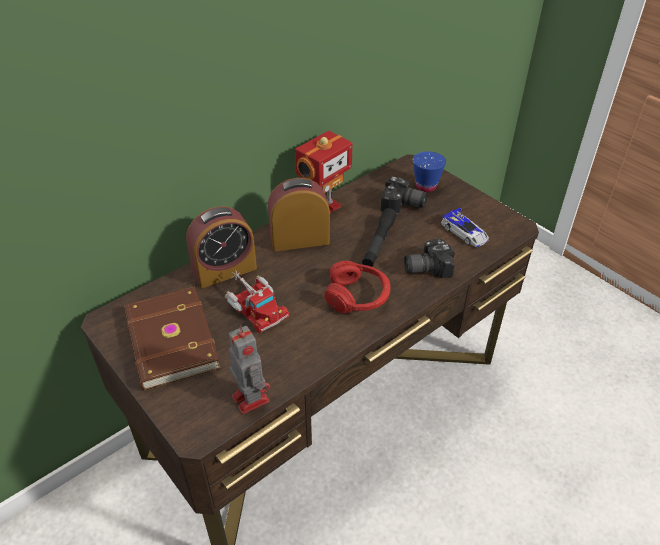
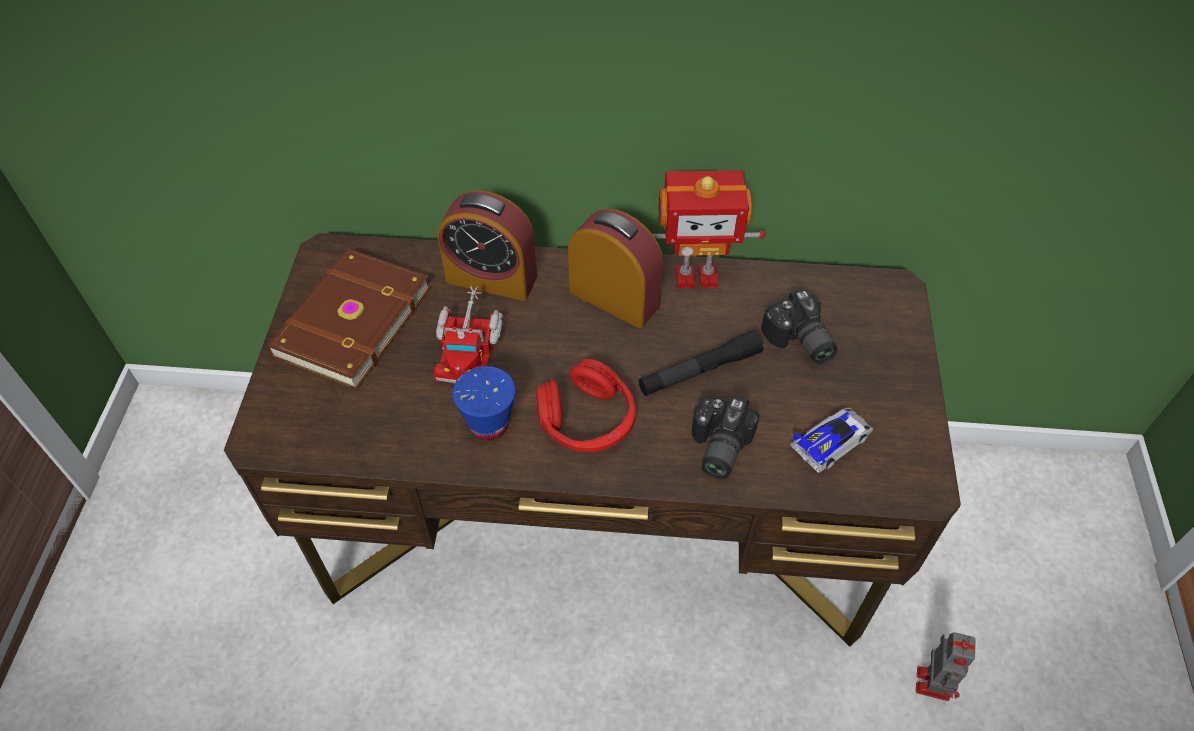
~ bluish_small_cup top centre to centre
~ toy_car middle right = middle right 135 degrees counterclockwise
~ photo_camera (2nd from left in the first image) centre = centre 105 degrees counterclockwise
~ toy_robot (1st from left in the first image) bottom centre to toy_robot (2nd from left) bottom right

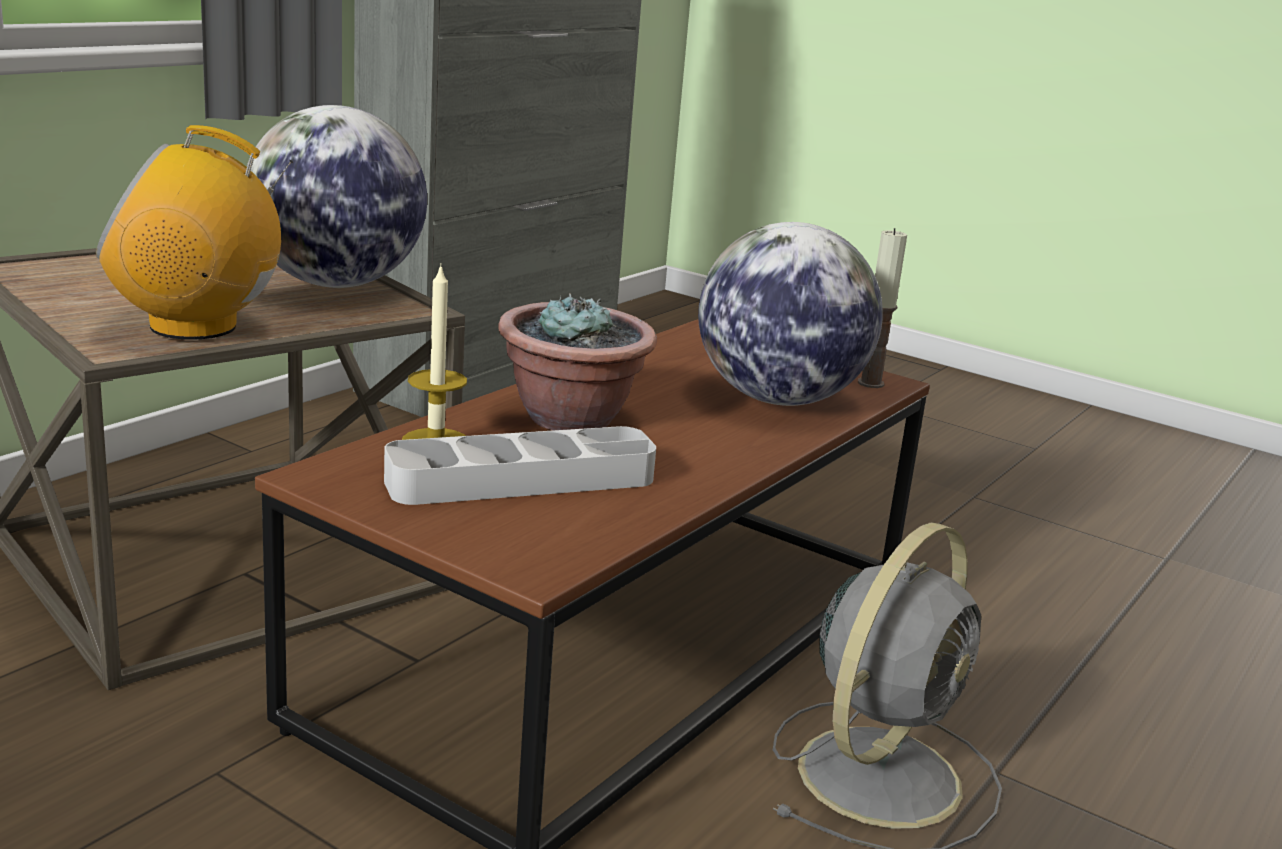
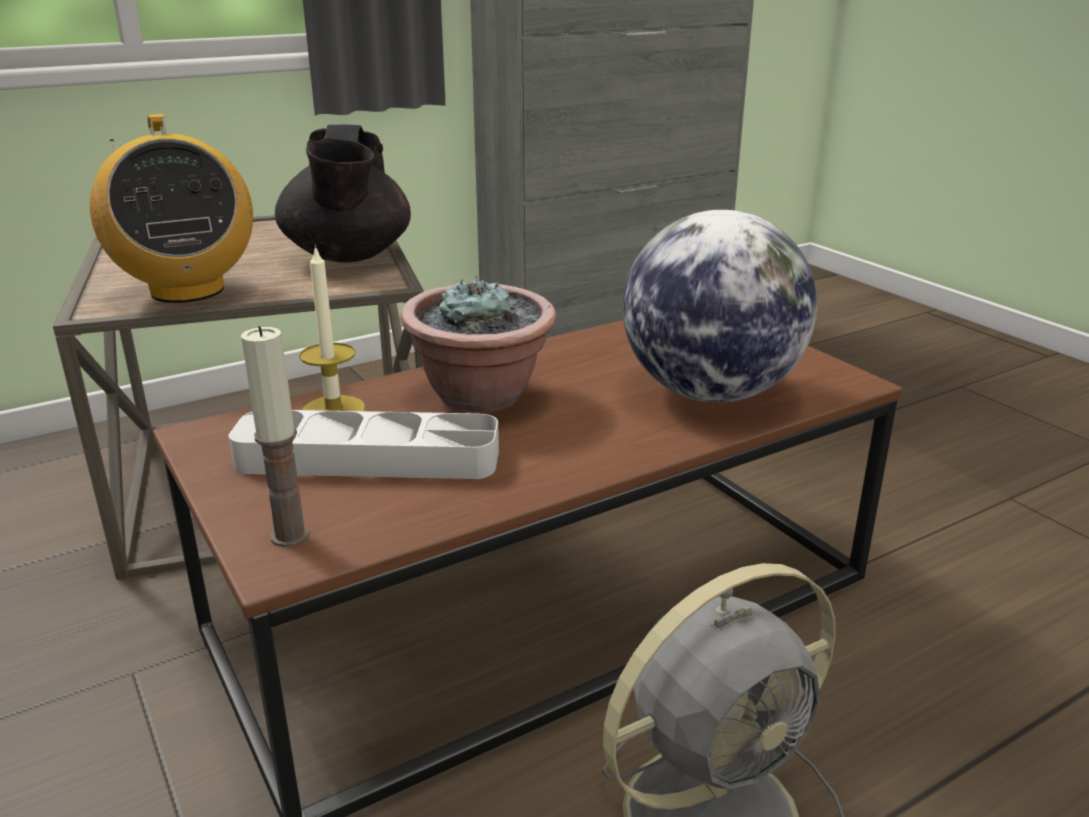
~ globe (1st from left) top left to blackish_tea_pot top left
~ radio_set top left = top left 135 degrees counterclockwise
~ wax_candle (2nd from left in the first image) middle right to wax_candle (1st from left) middle left

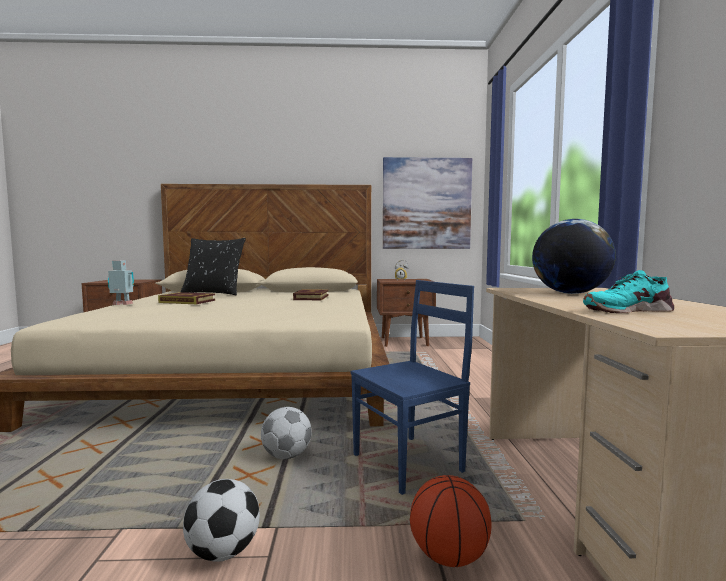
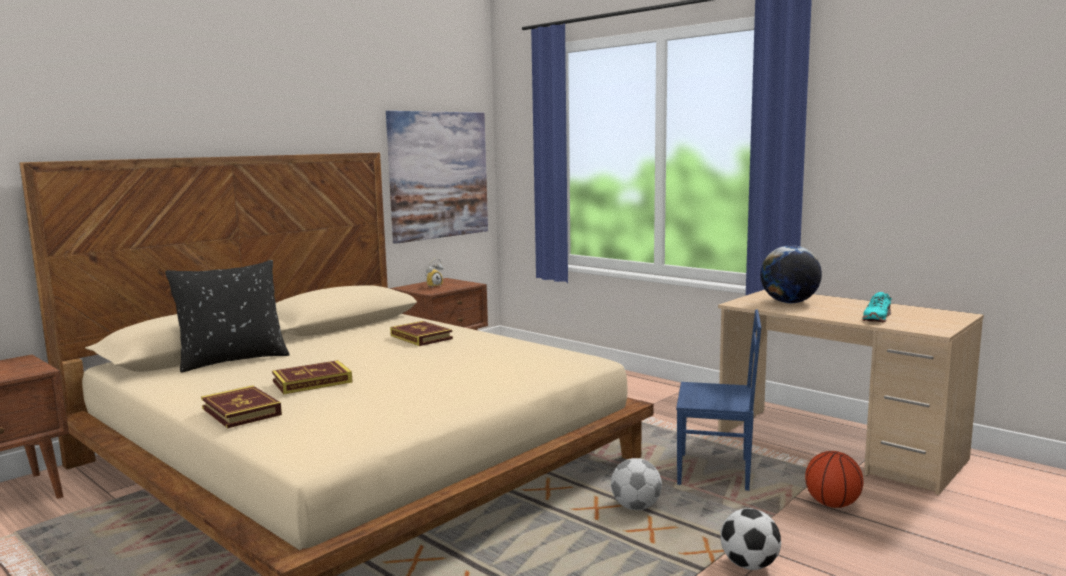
~ toy_robot middle left to book (1st from left) bottom left
~ bluish_chair centre = bottom right 90 degrees clockwise

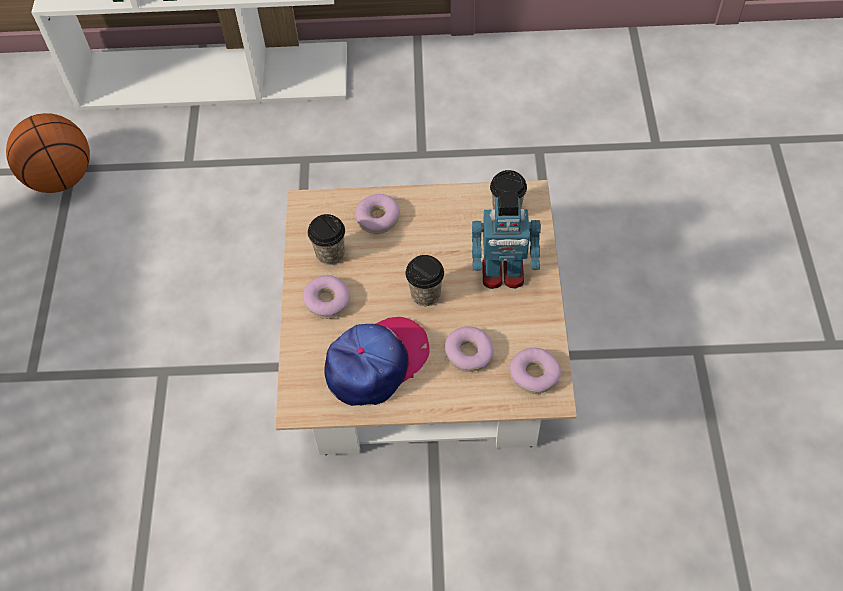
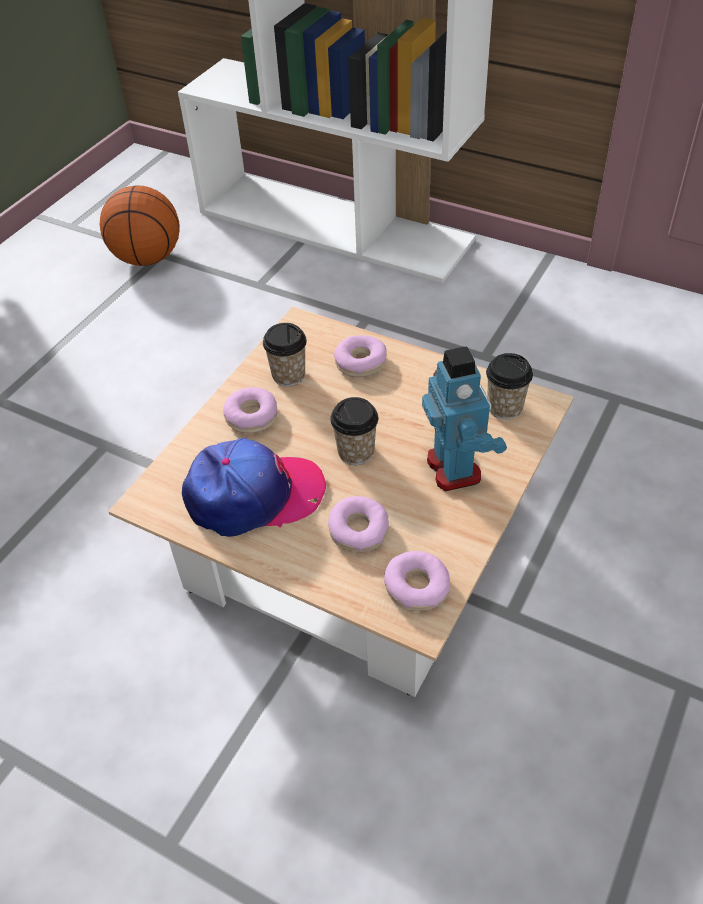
~ toy_robot centre = centre 135 degrees counterclockwise

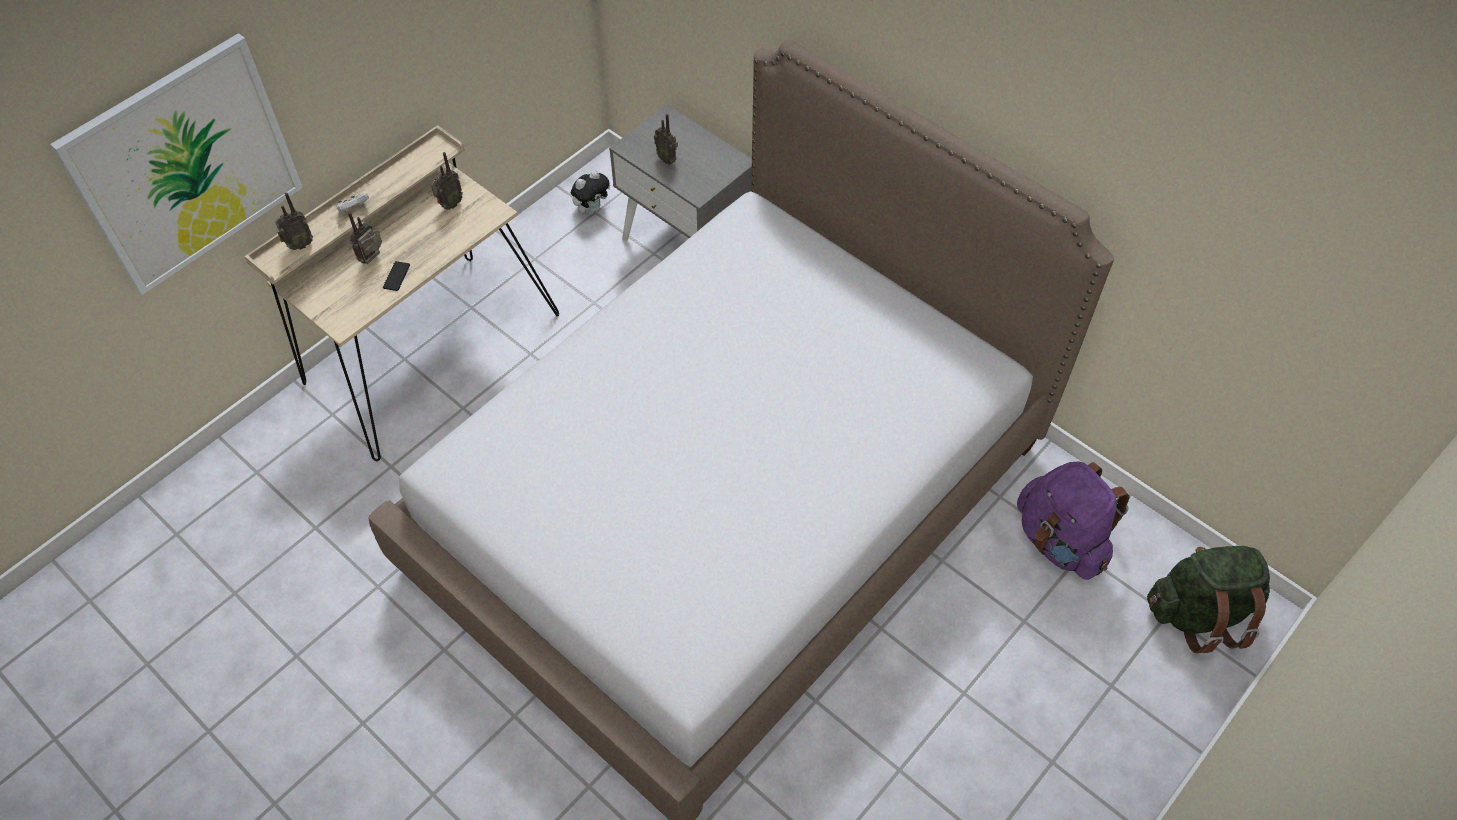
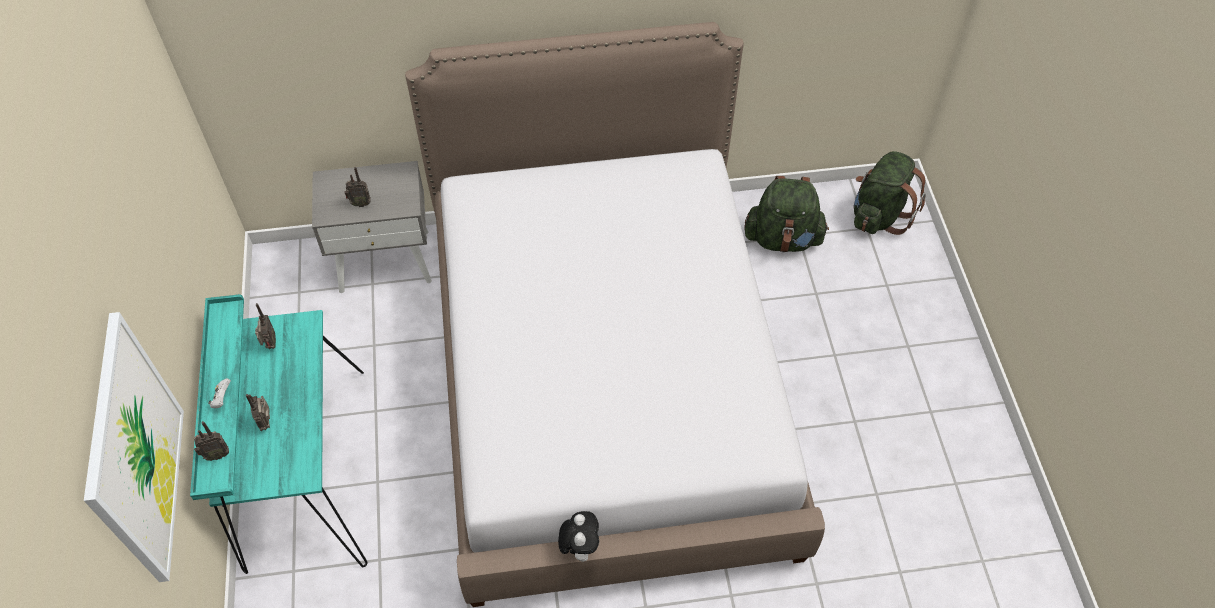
~ sand-coloured_desk_unit middle left to turquoise-coloured_desk_unit bottom left
~ cuddly_toy top centre to bottom centre
~ radio_set (1st from left) top left = bottom left 60 degrees clockwise
- handset middle left
~ purple-coloured_backpack middle right to green_backpack (1st from left) centre

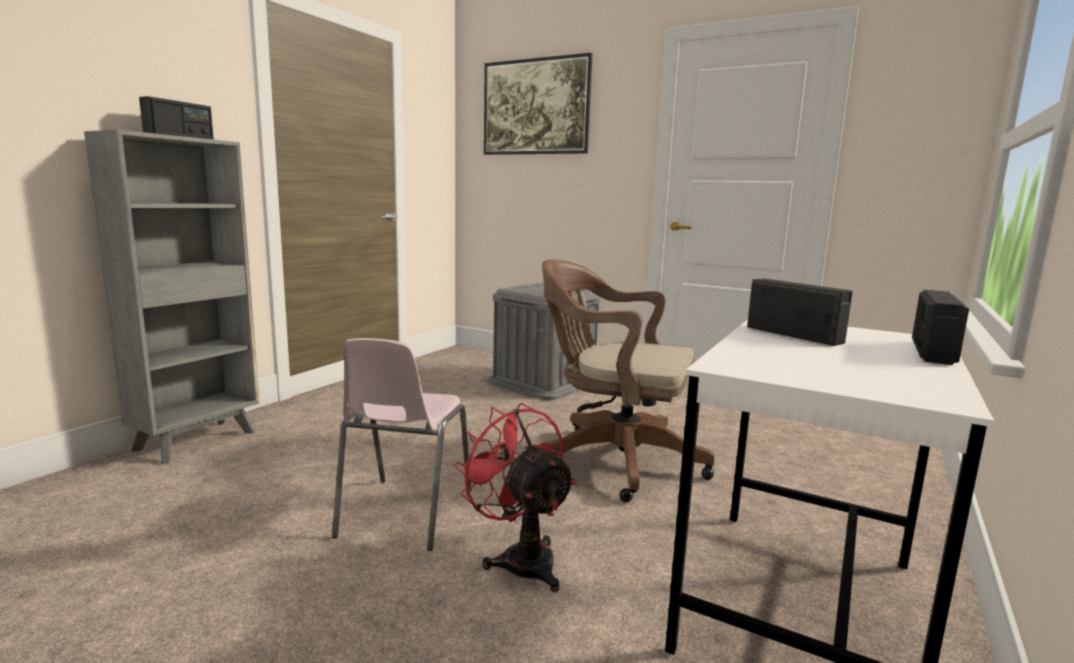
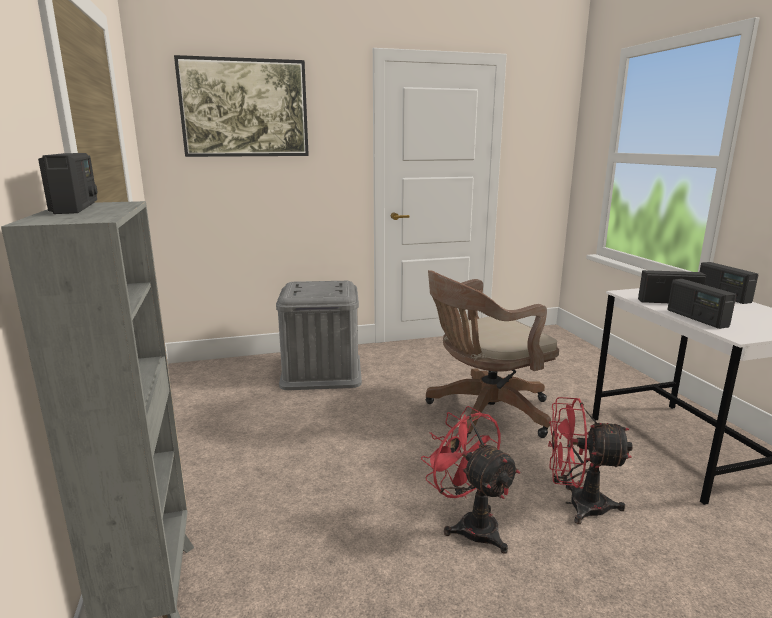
~ pinkish_chair bottom centre to reddish_cooling_fan (1st from left) bottom centre
+ radio_set (3rd from left) middle right

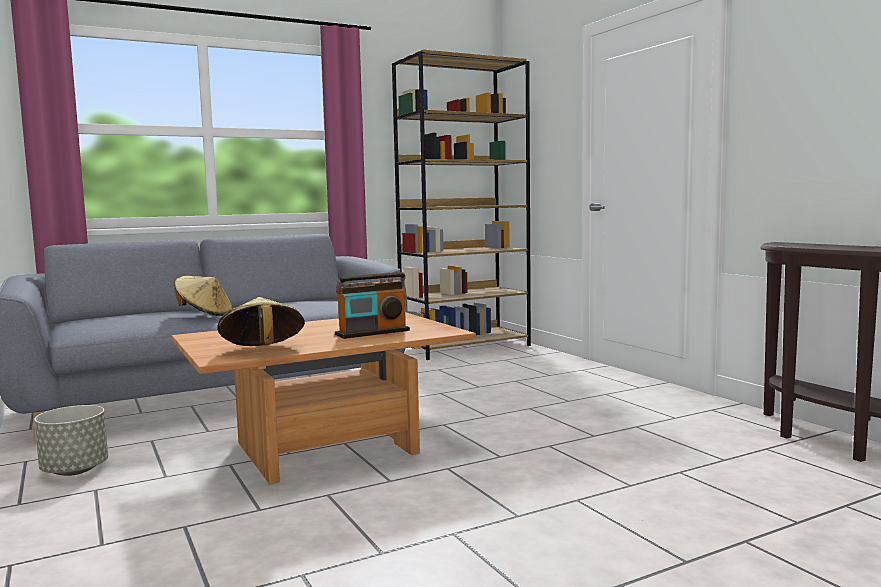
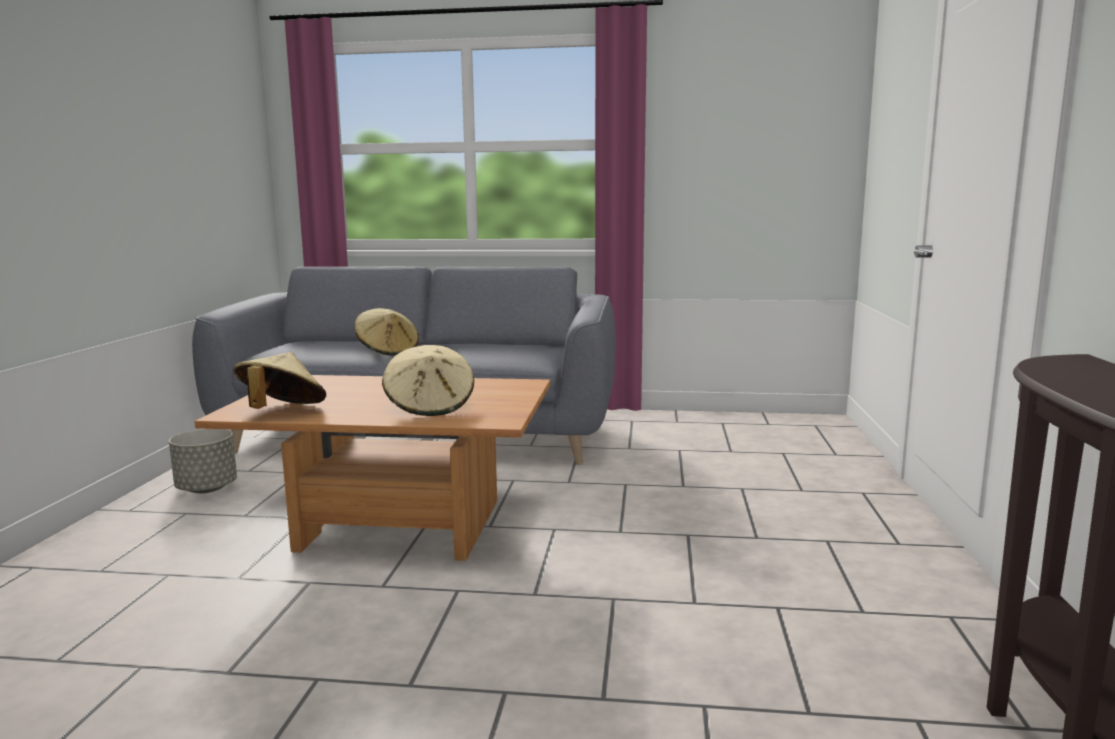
- brown_shelving_unit centre
~ radio_set centre to sand-coloured_wearable_hat (3rd from left) centre

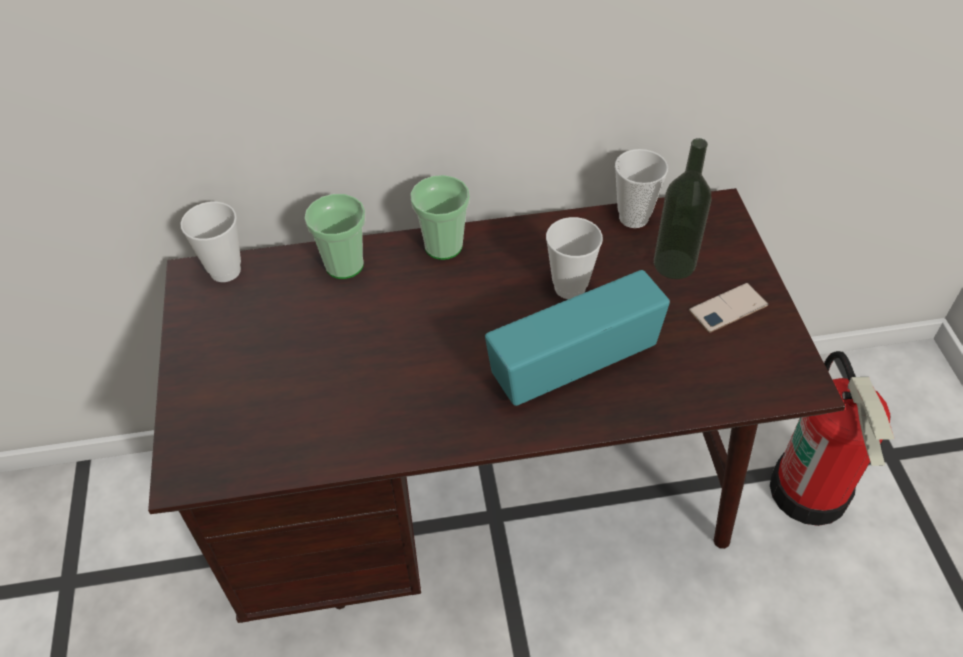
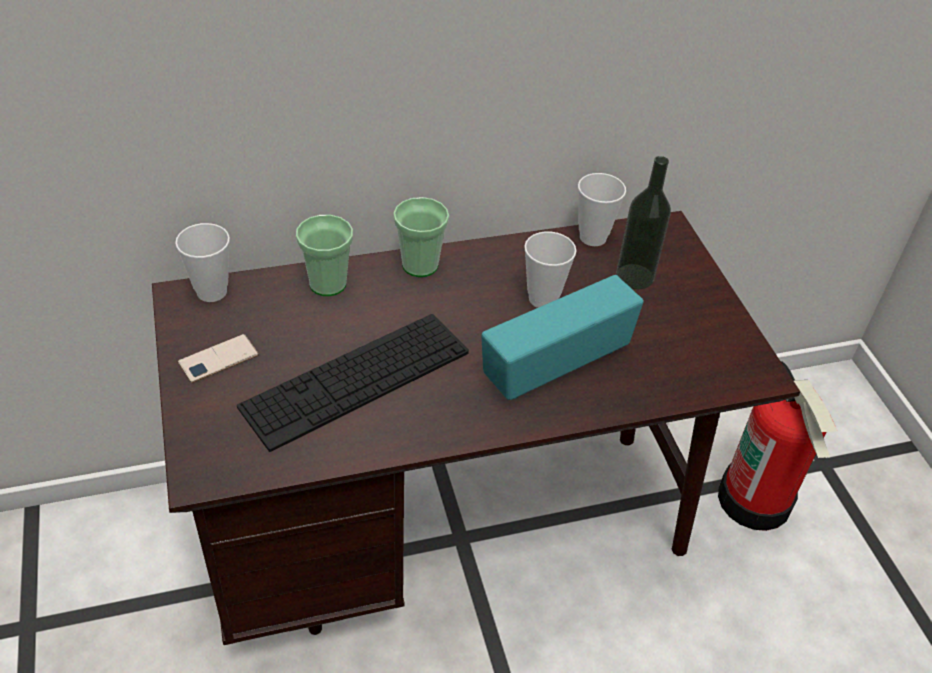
~ handset middle right to middle left
+ PC_keyboard centre

